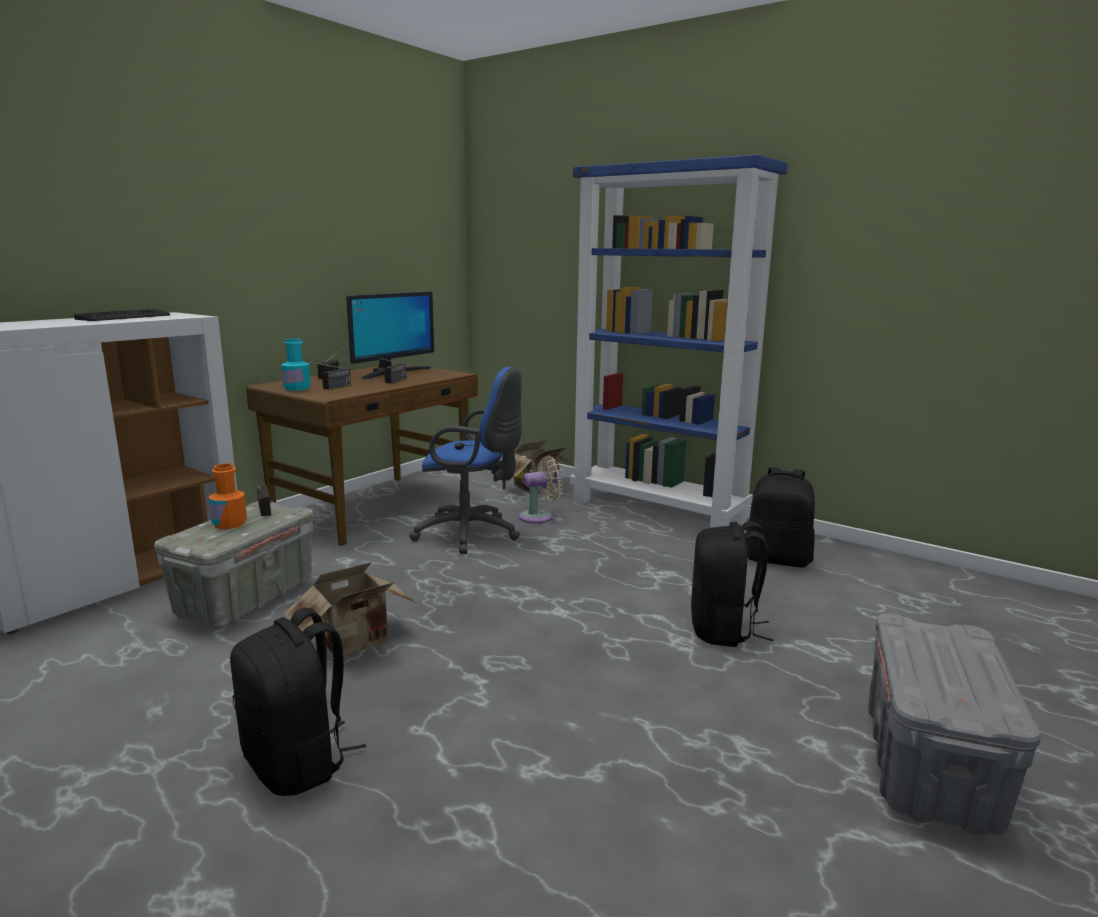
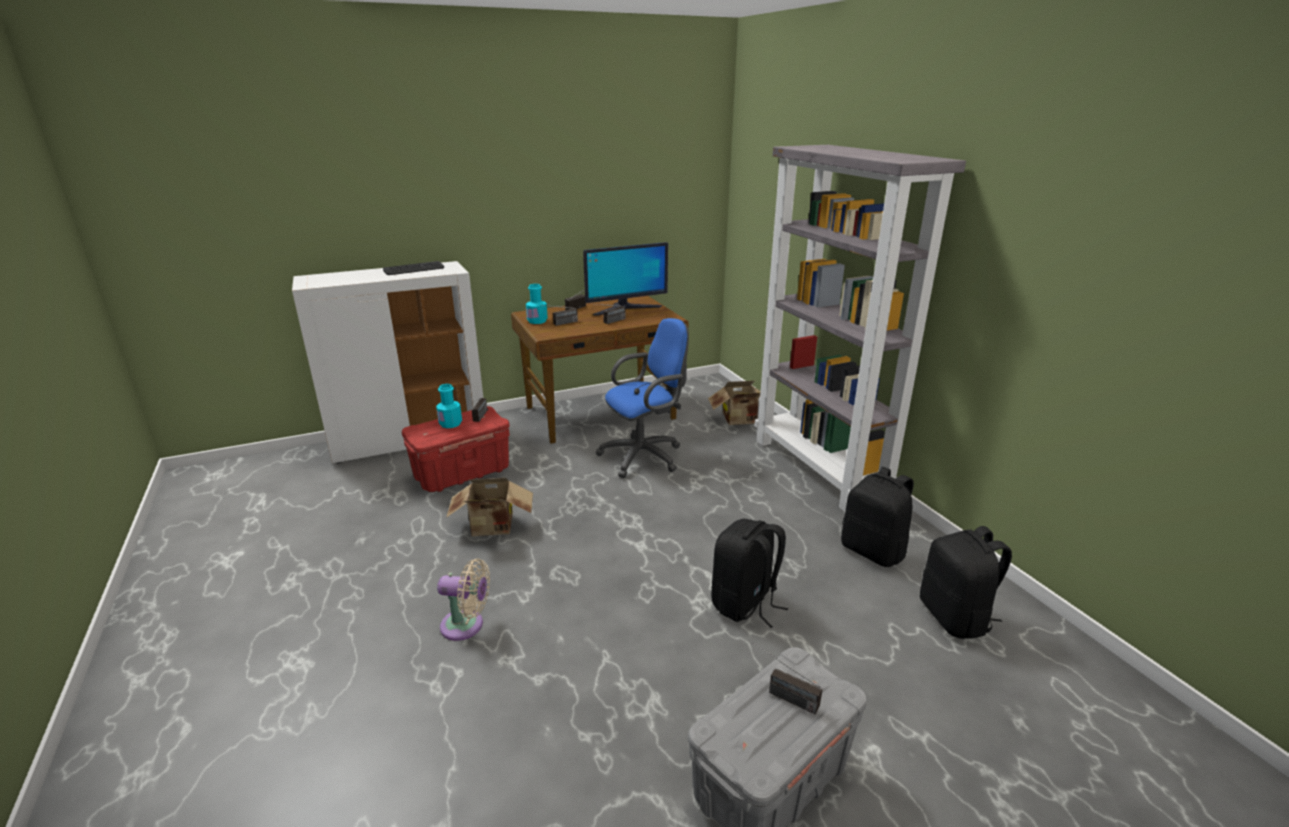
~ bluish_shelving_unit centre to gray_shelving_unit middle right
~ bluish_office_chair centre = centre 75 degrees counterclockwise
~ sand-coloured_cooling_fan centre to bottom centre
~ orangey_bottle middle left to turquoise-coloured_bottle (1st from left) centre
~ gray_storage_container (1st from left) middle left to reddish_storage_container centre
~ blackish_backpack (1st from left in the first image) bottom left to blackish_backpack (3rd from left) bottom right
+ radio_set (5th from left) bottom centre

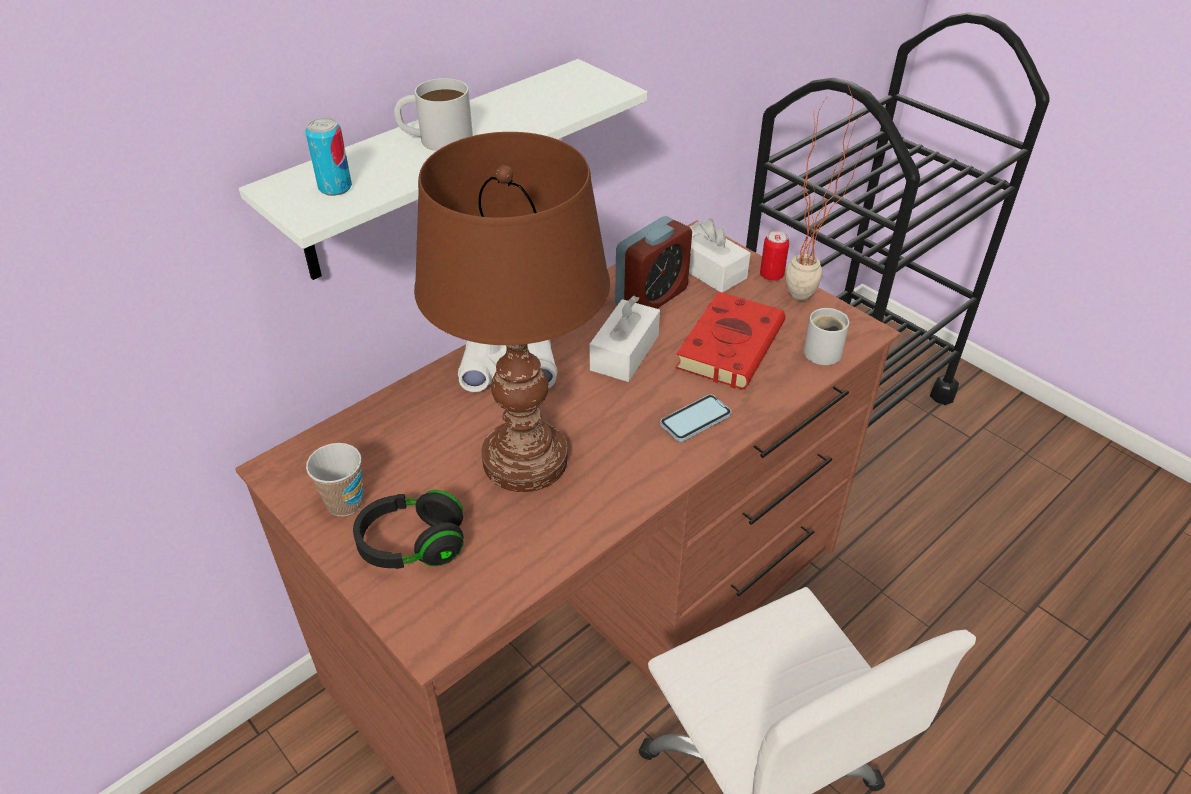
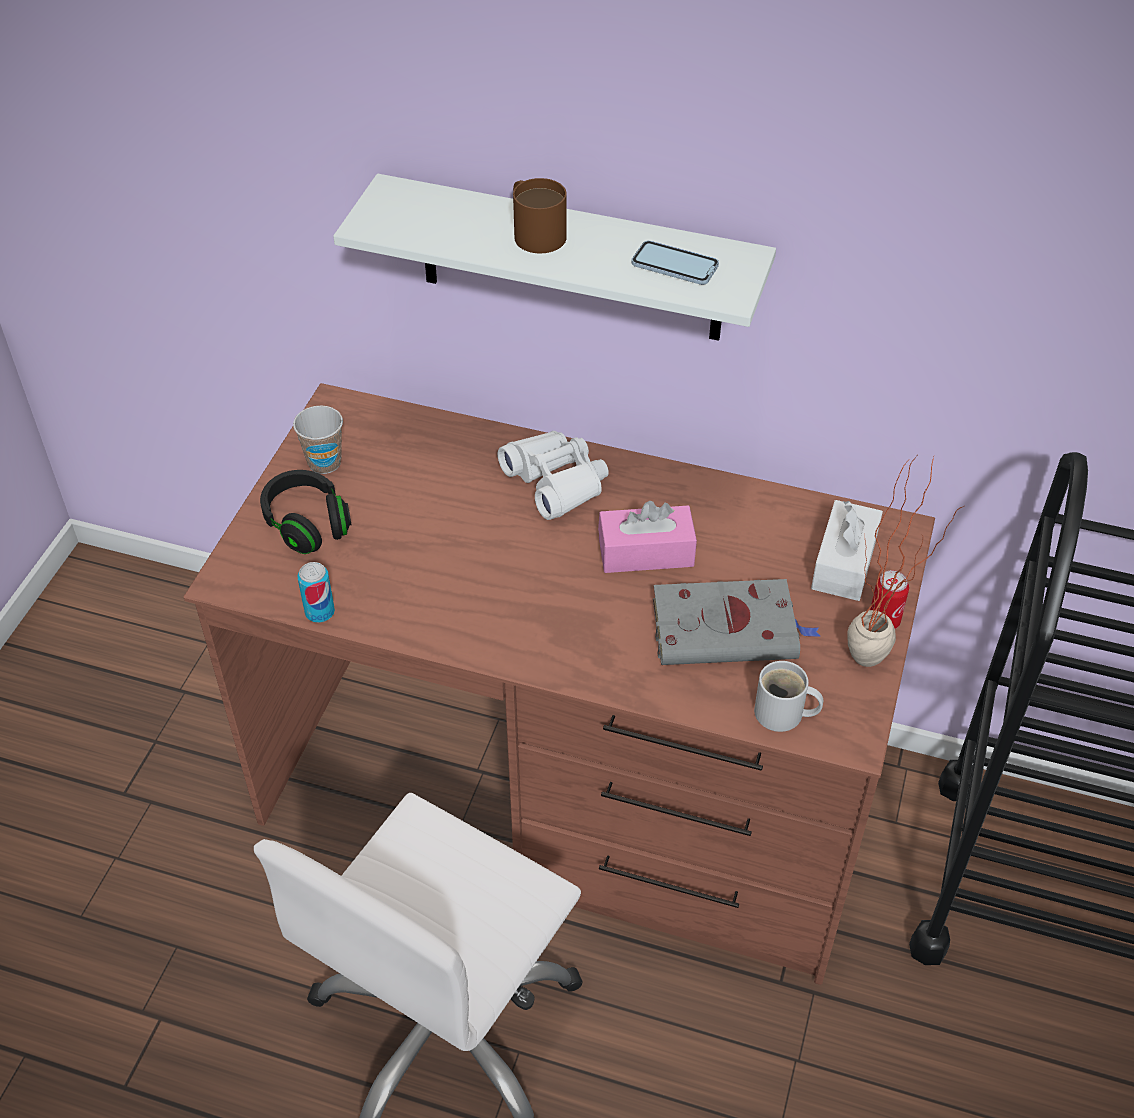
~ white-coloured_tea_mug (1st from left) top centre to brown_tea_mug top centre
~ can (1st from left) top left to middle left
- brown_table_lamp centre
- bedside_clock top centre
~ reddish_book centre to gray_book centre
~ white-coloured_tissue_holder (1st from left) centre to pinkish_tissue_holder centre
~ handset centre to top centre

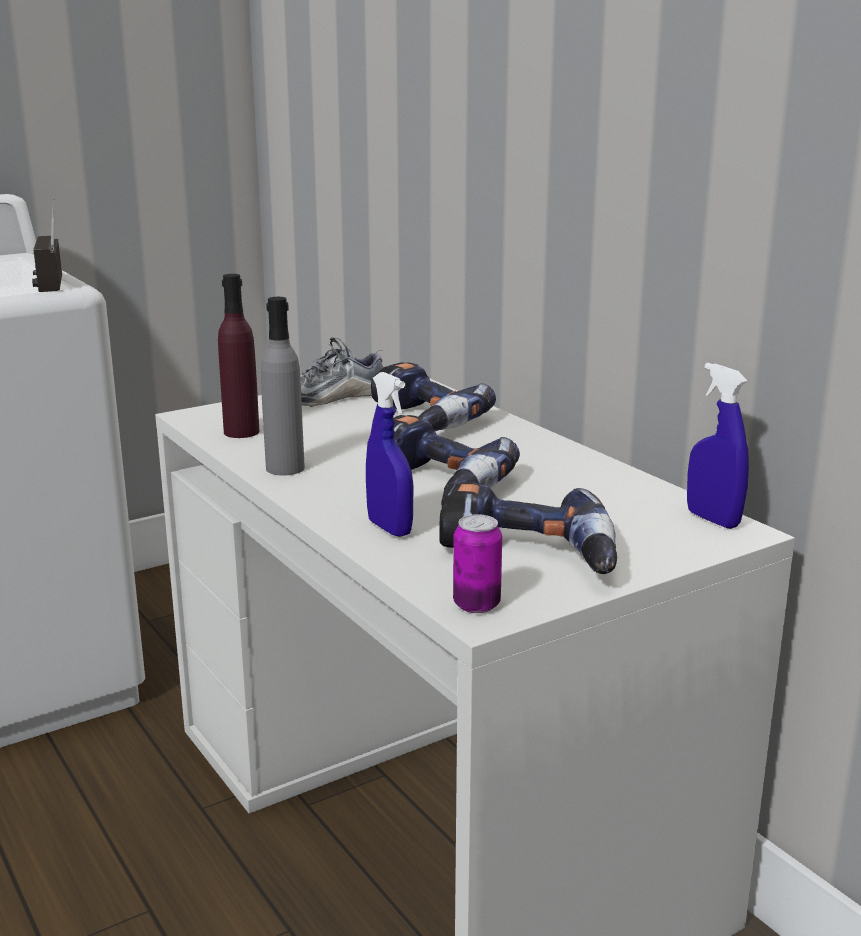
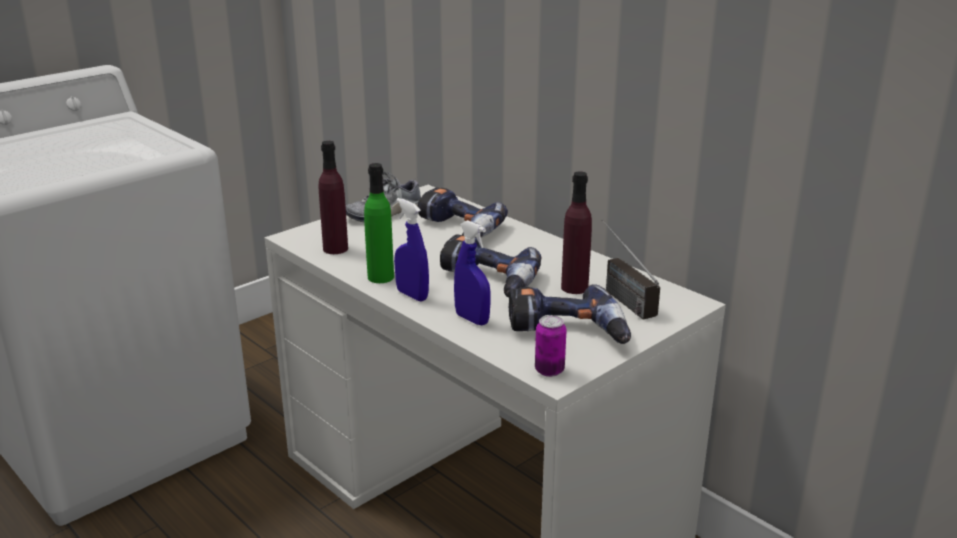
~ radio_set top left to centre
~ gray_bottle middle left to green_bottle centre
~ bluish_sprayer (2nd from left in the first image) middle right to bluish_sprayer (1st from left) centre
+ purple-coloured_bottle (2nd from left) centre

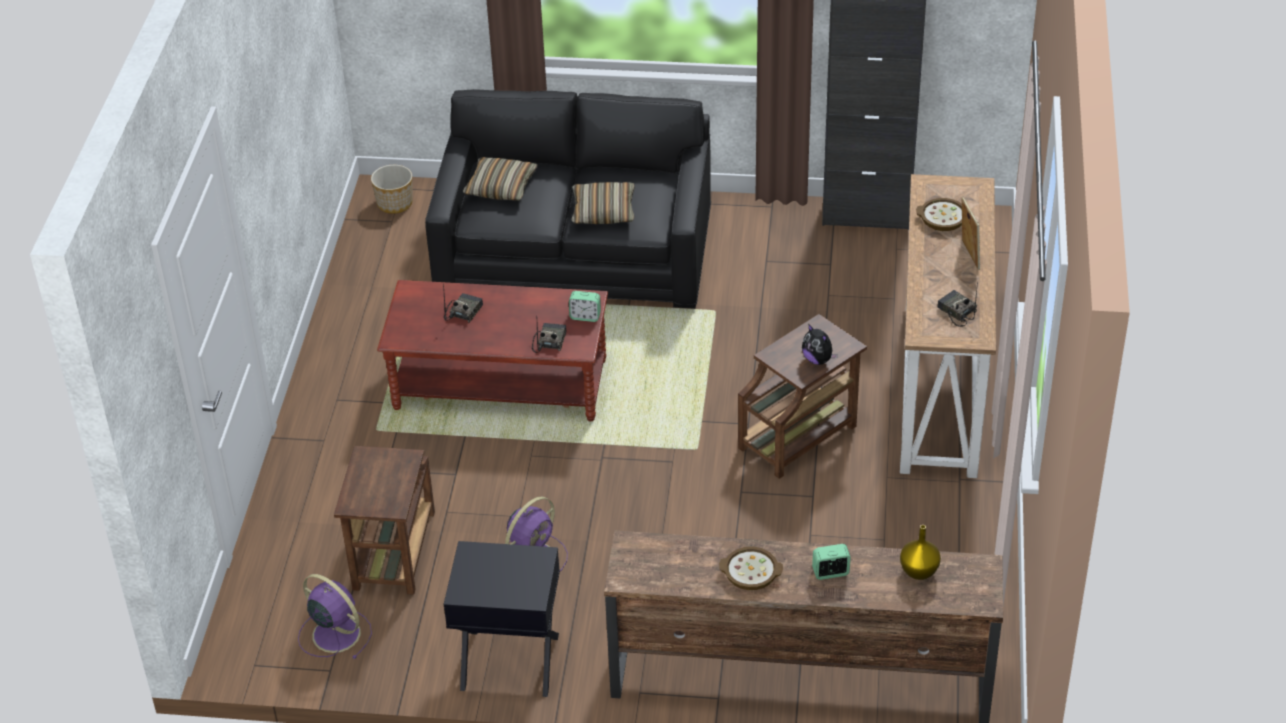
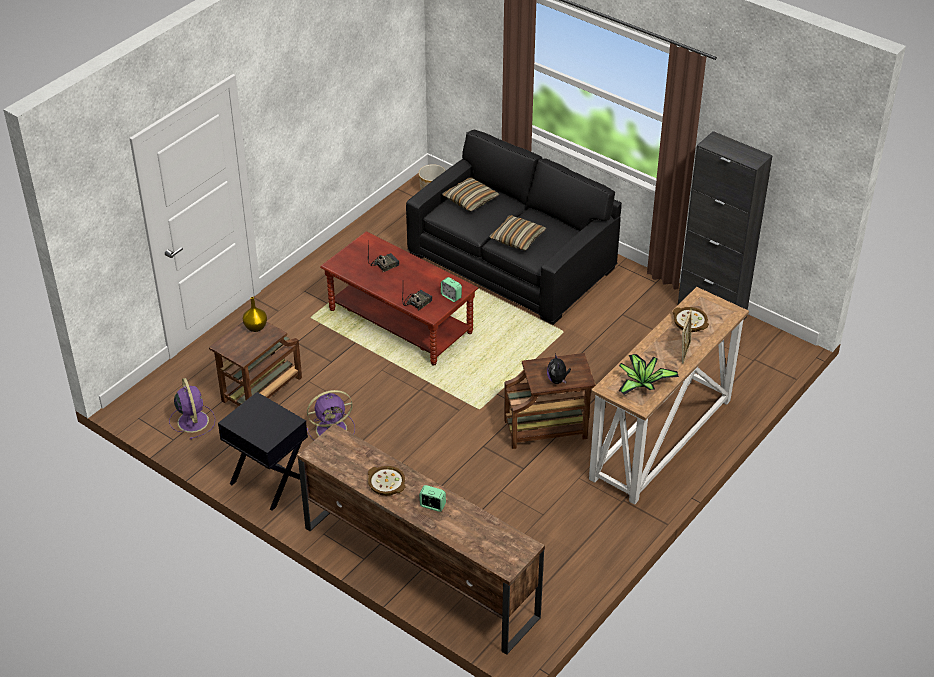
~ radio_set (3rd from left) middle right to potted_plant middle right
~ yellow_decorative_vase bottom right to middle left

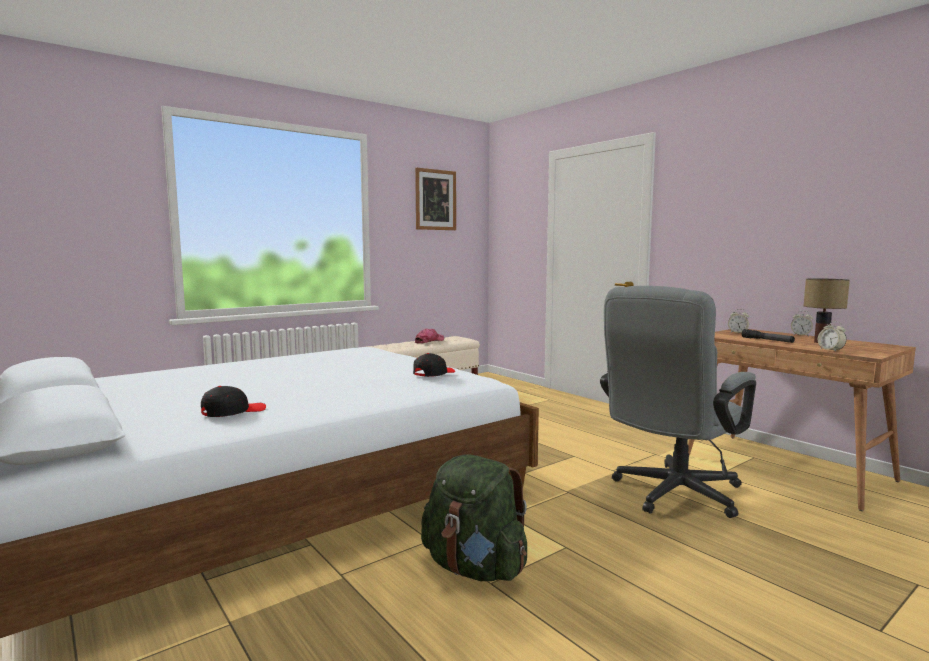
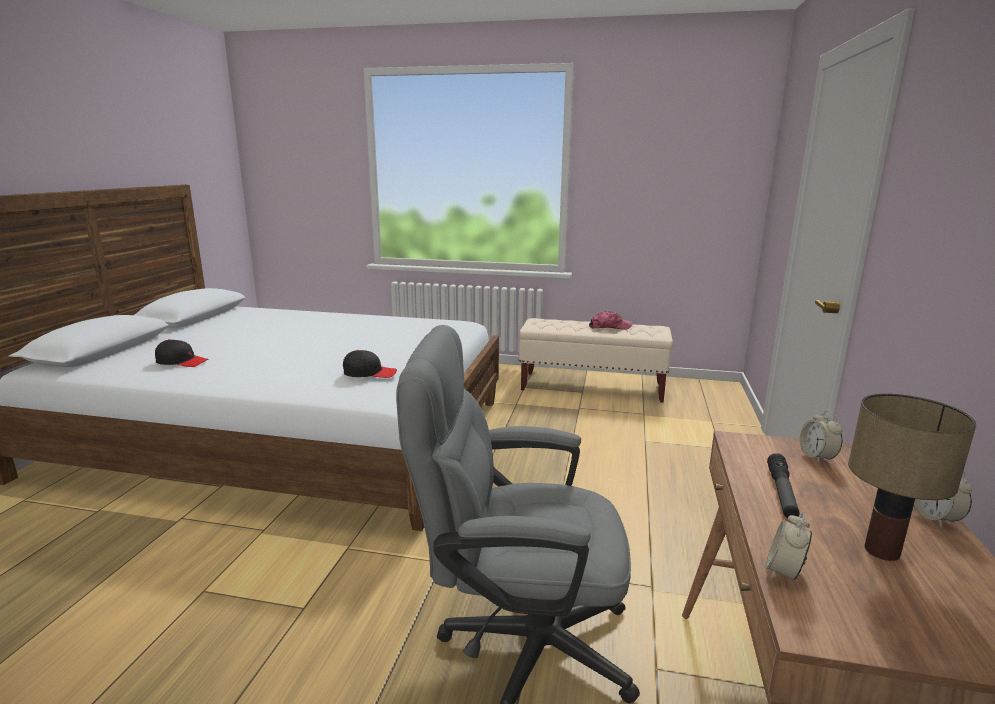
- wall_art top centre
- green_backpack bottom centre

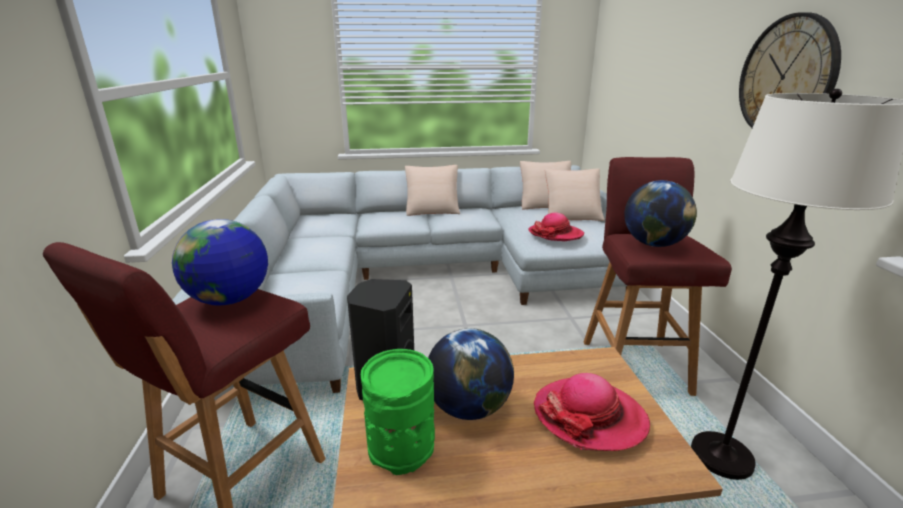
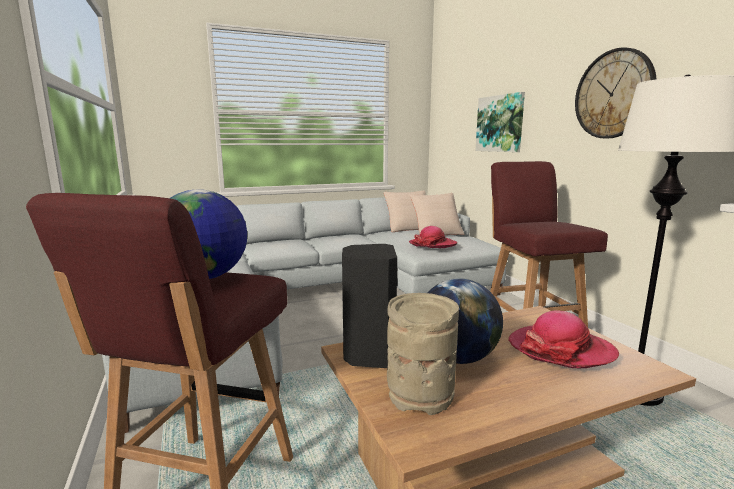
- sand-coloured_pillow (1st from left) centre
- globe (3rd from left) middle right
~ green_decorative_vase bottom centre to sand-coloured_decorative_vase bottom centre
+ wall_art top right

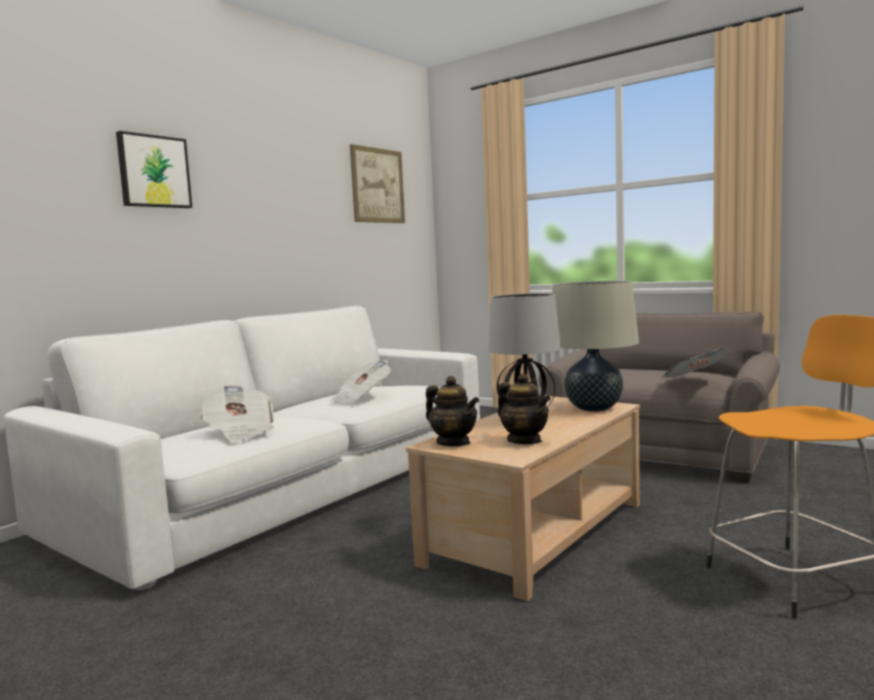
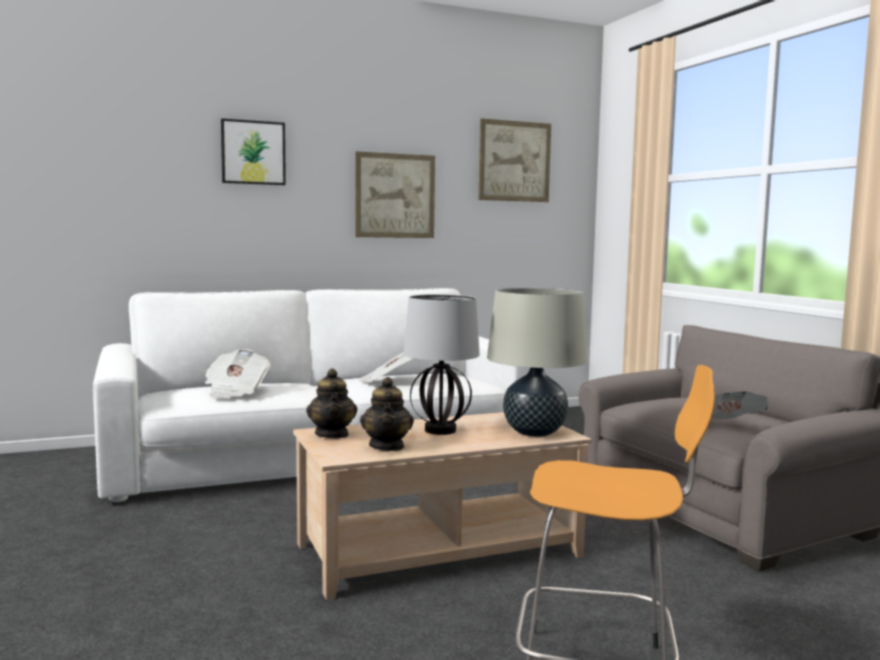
+ wall_art (2nd from left) top centre

